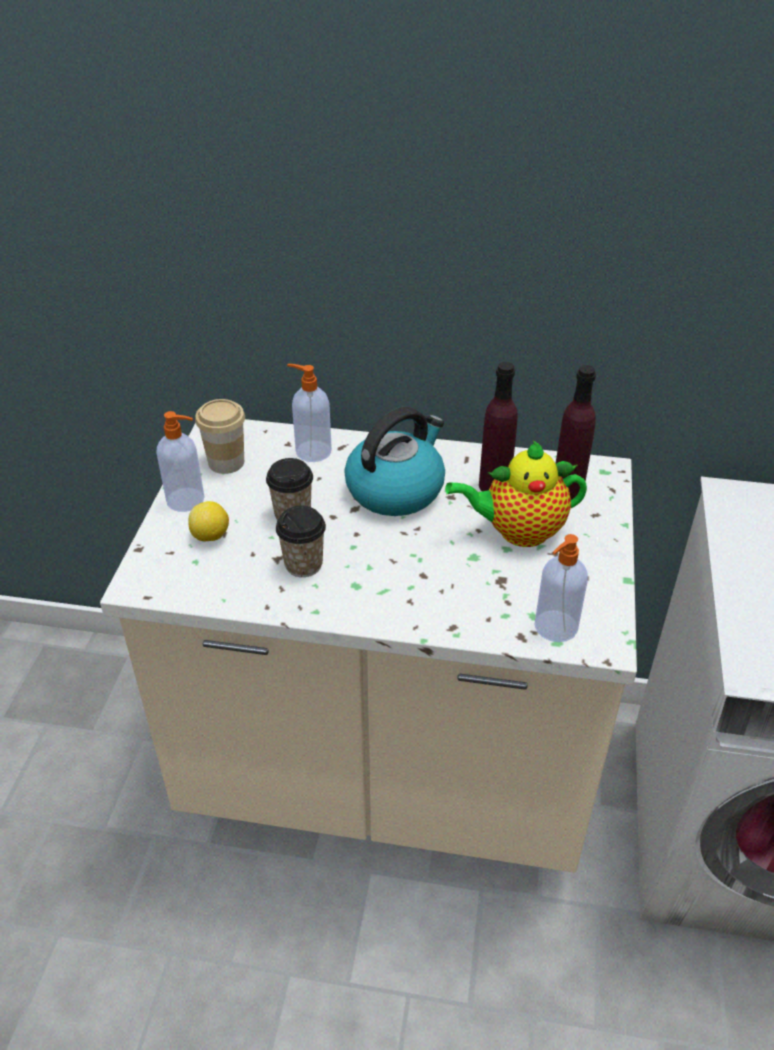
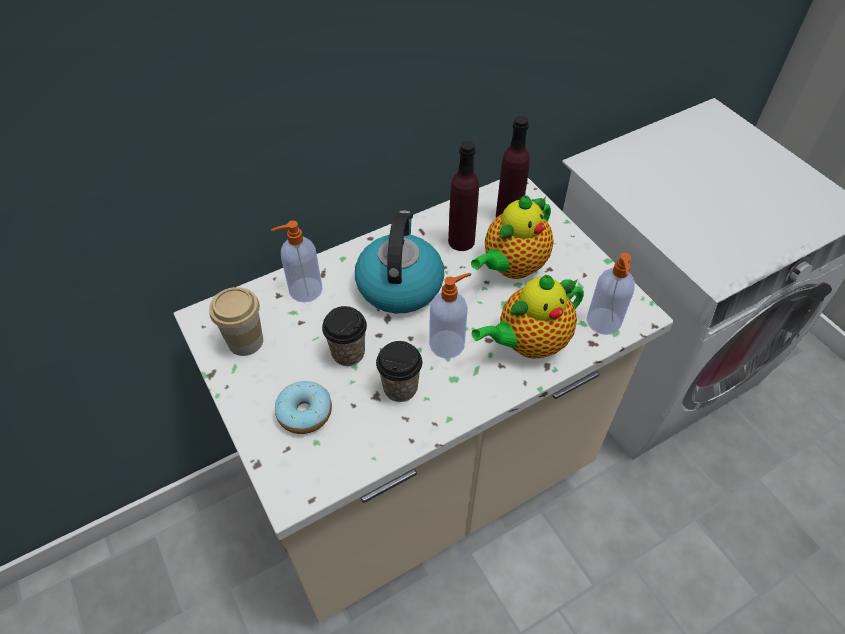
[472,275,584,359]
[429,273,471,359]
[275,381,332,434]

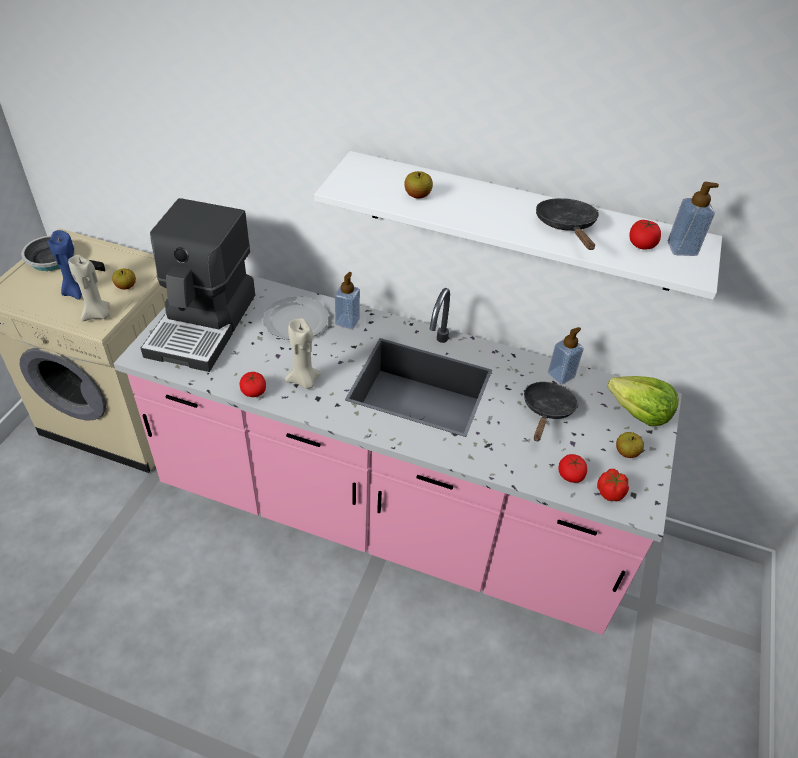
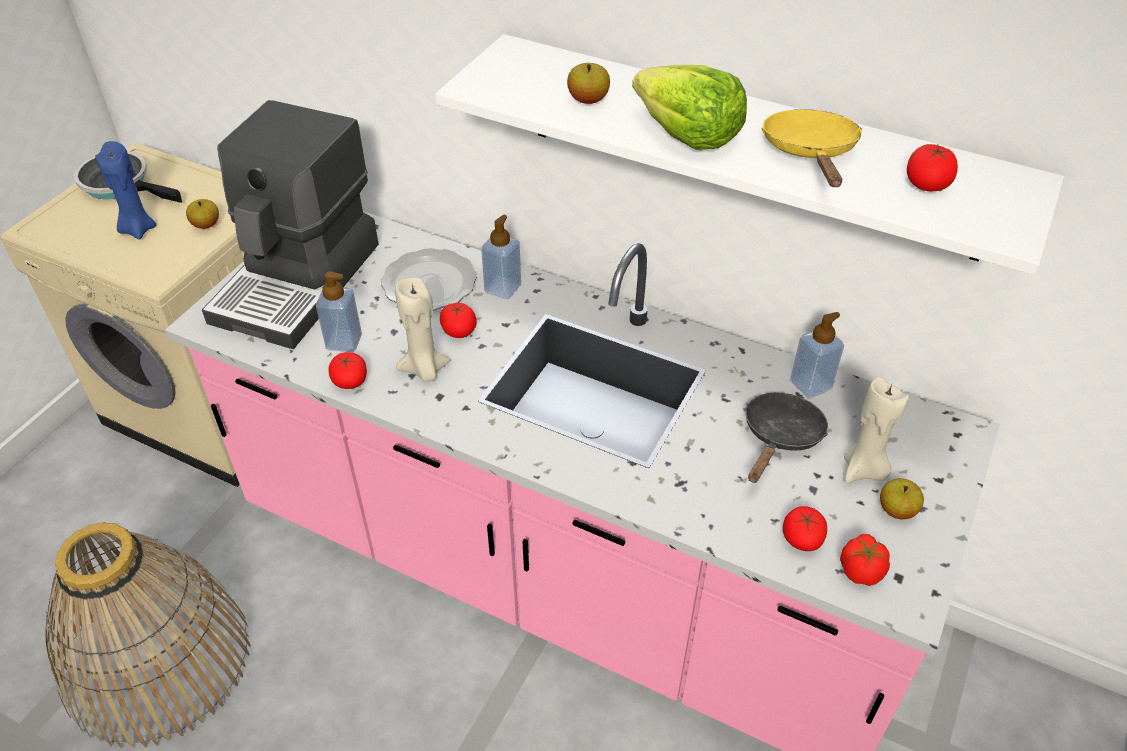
[45,522,251,748]
[440,303,477,338]
[844,377,909,483]
[632,65,747,150]
[316,272,362,352]
[762,109,863,187]

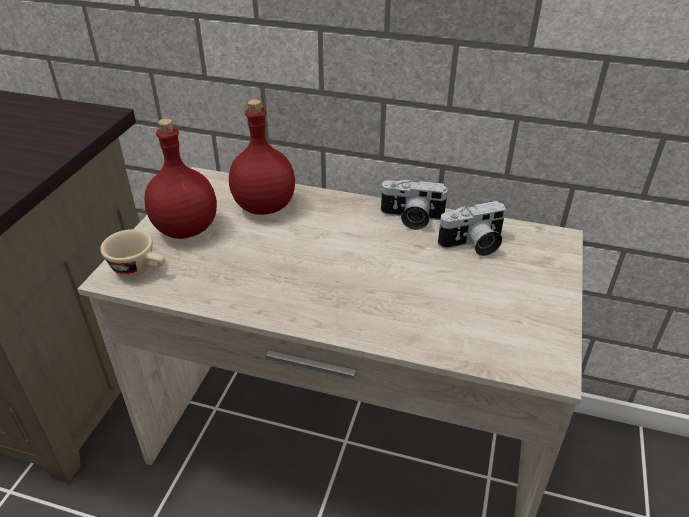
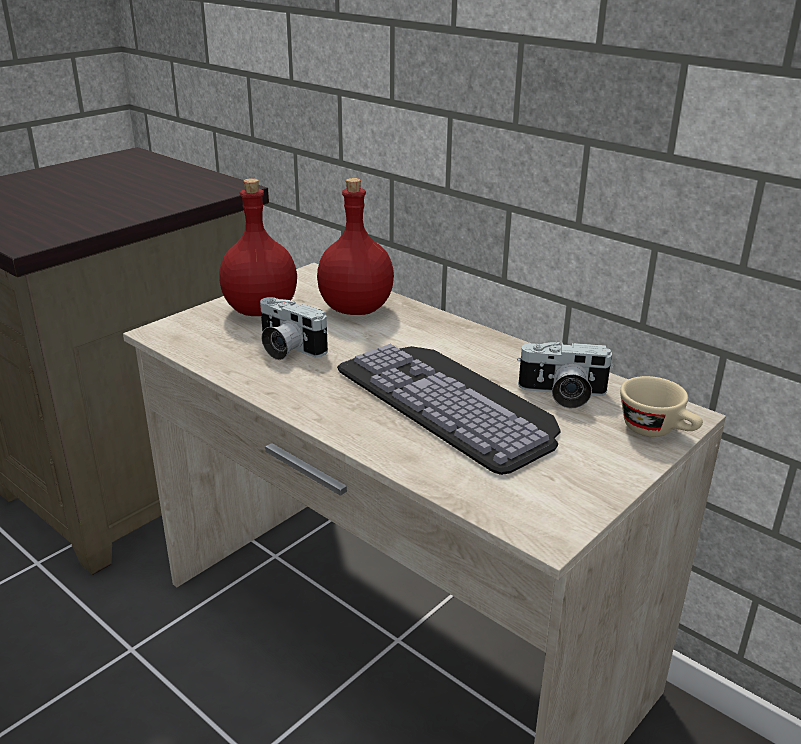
[337,344,561,475]
[620,376,703,437]
[260,297,328,360]

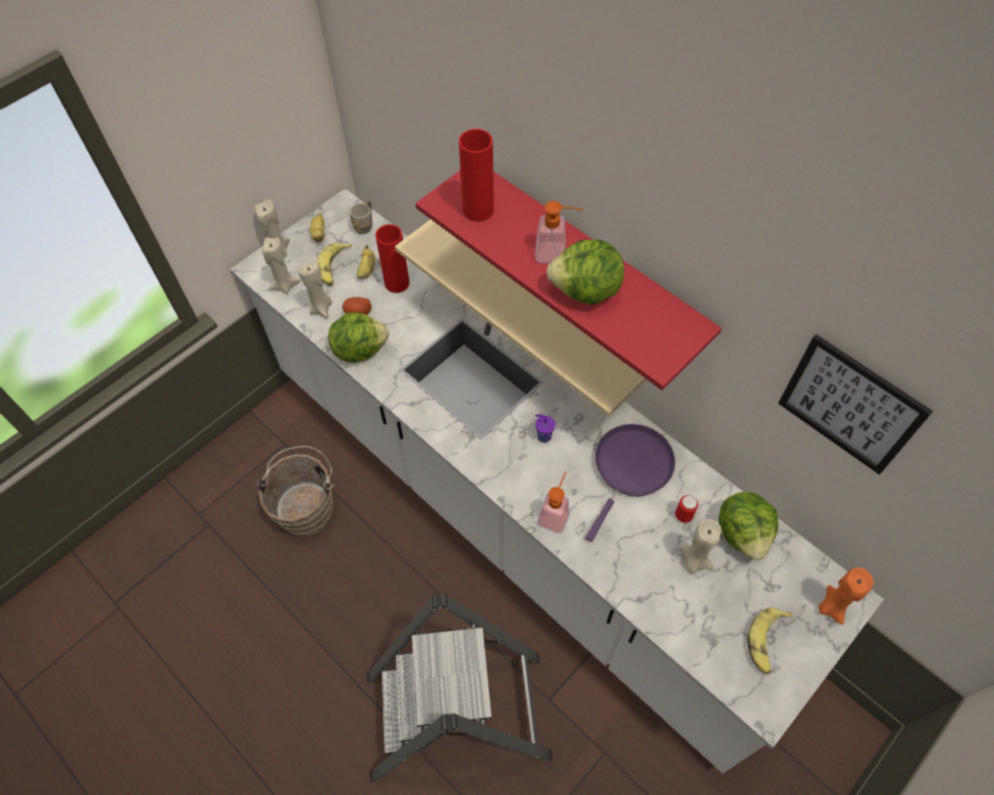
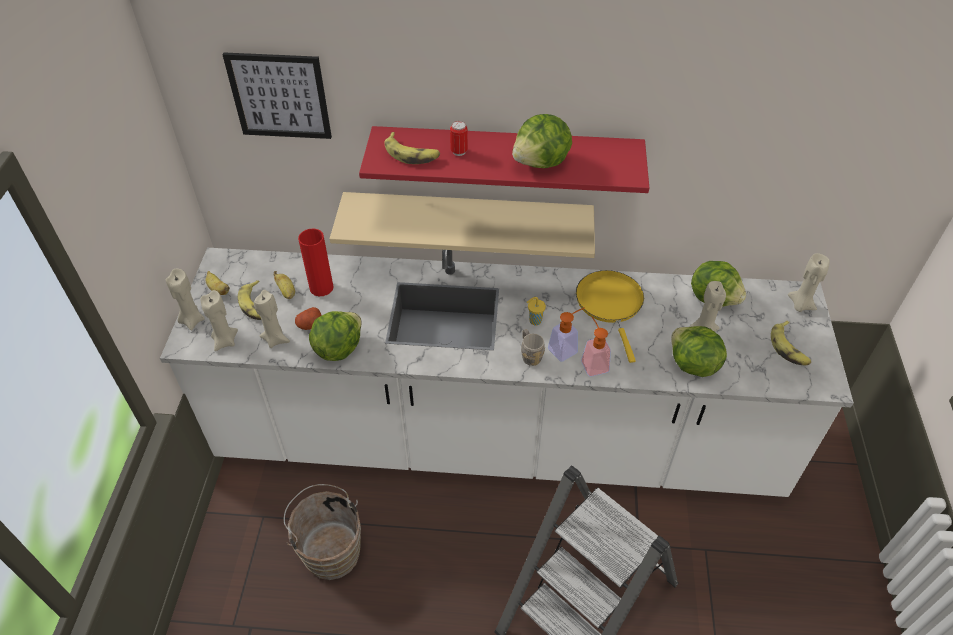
[671,326,727,377]
[521,329,545,366]
[548,307,585,362]
[450,121,468,156]
[222,52,332,139]
[385,132,440,164]
[527,297,546,326]
[576,270,644,363]
[788,253,830,312]

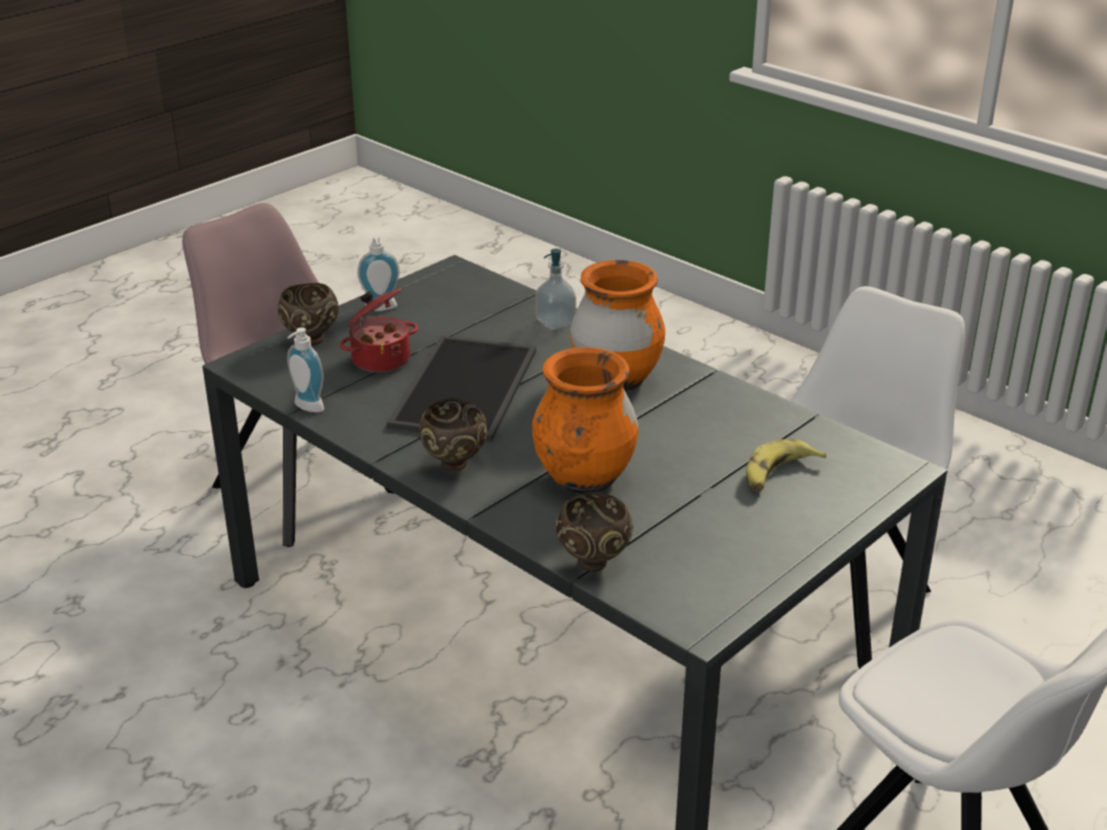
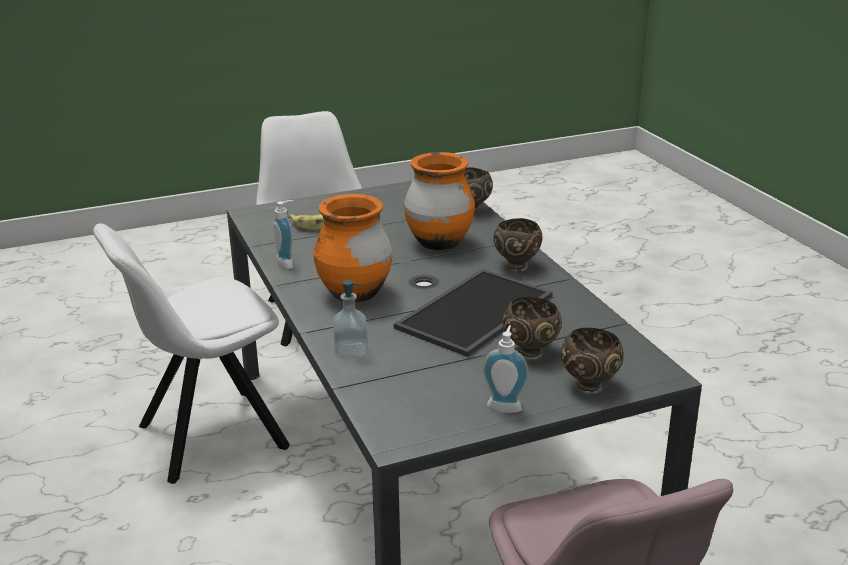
[273,200,294,269]
[503,297,562,358]

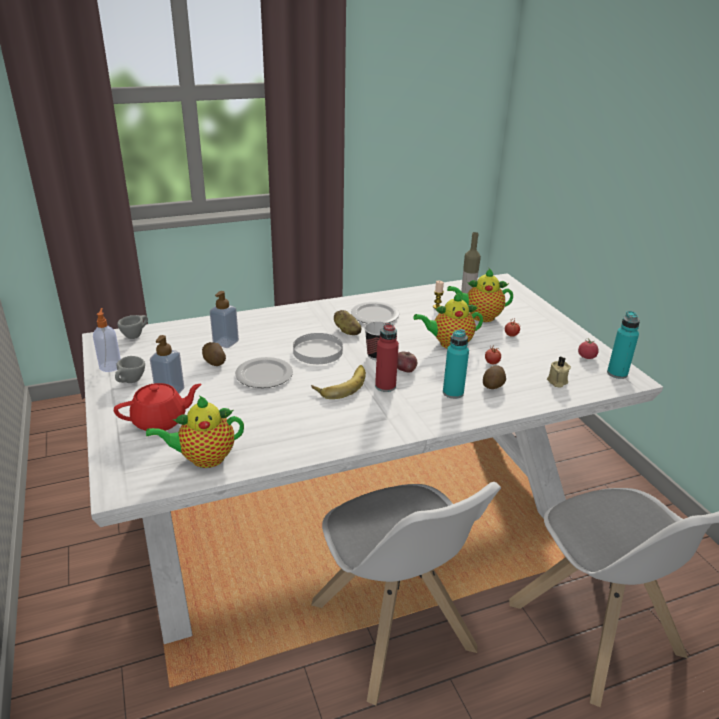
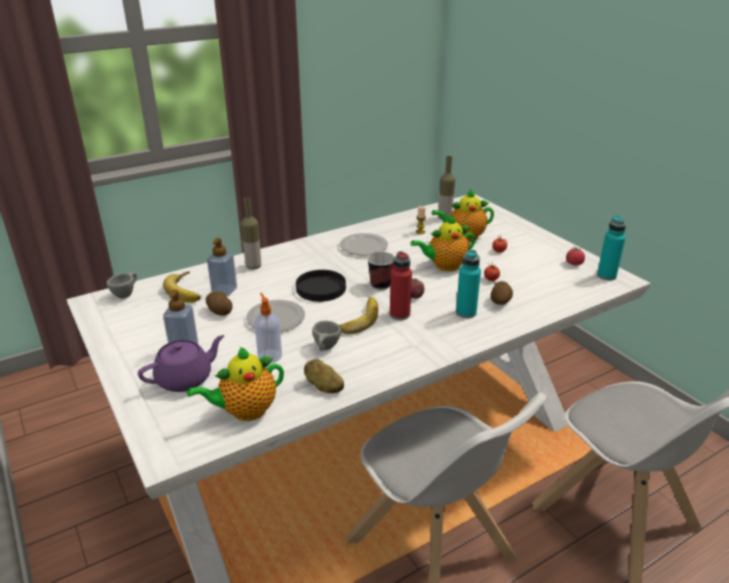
[547,356,571,387] (first image)
[163,271,201,303]
[240,197,261,269]
[255,293,282,363]
[312,320,341,351]
[304,359,344,393]
[138,335,224,392]
[296,270,346,302]

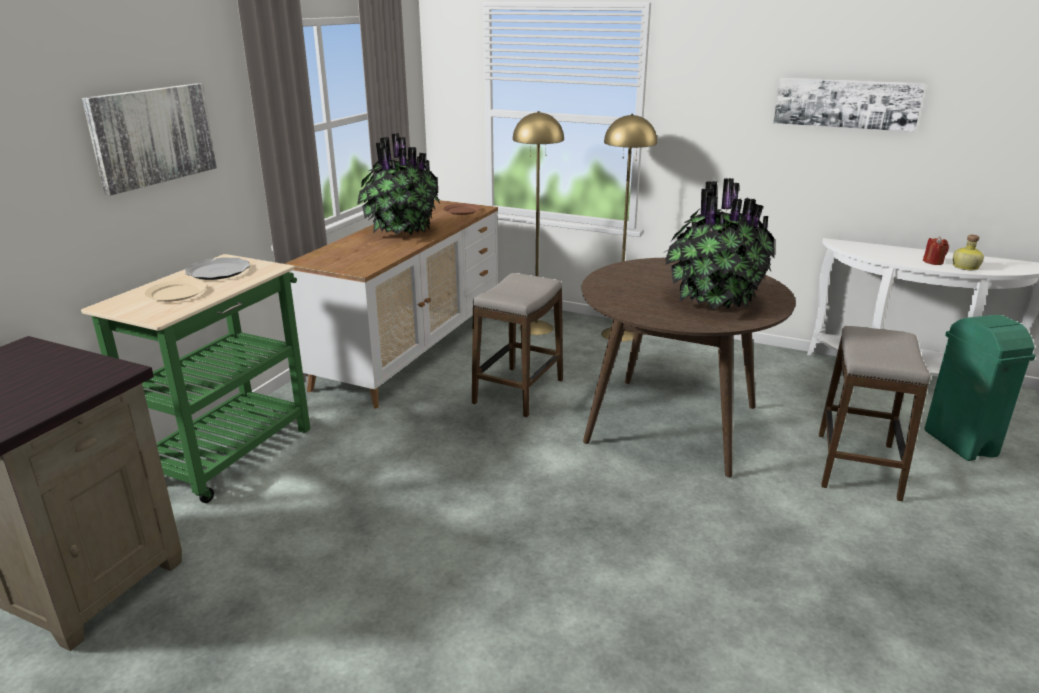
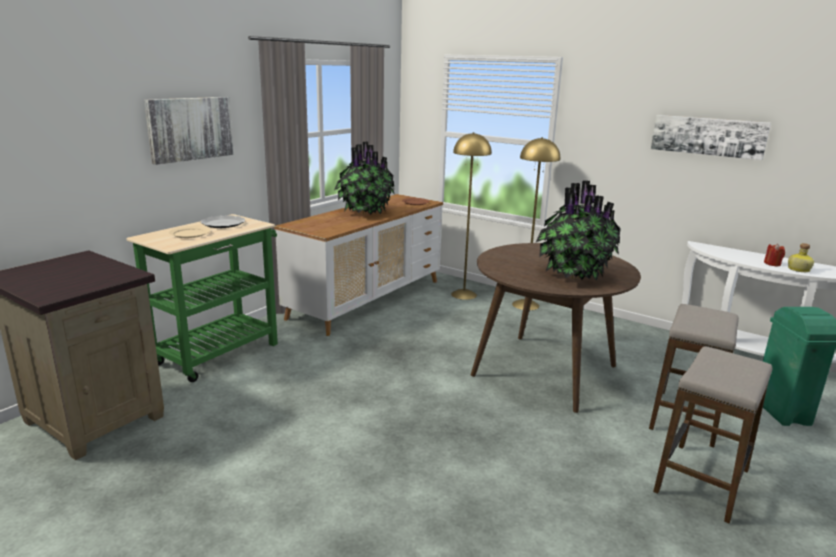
[653,346,773,523]

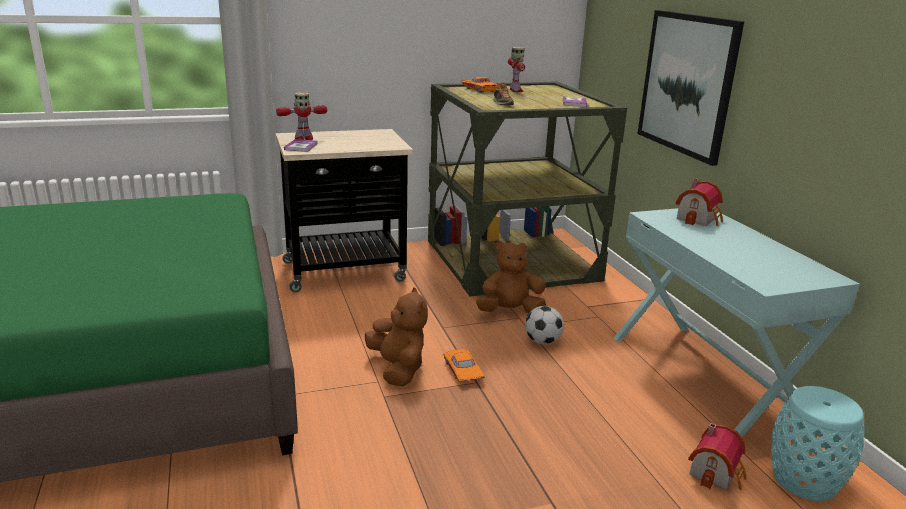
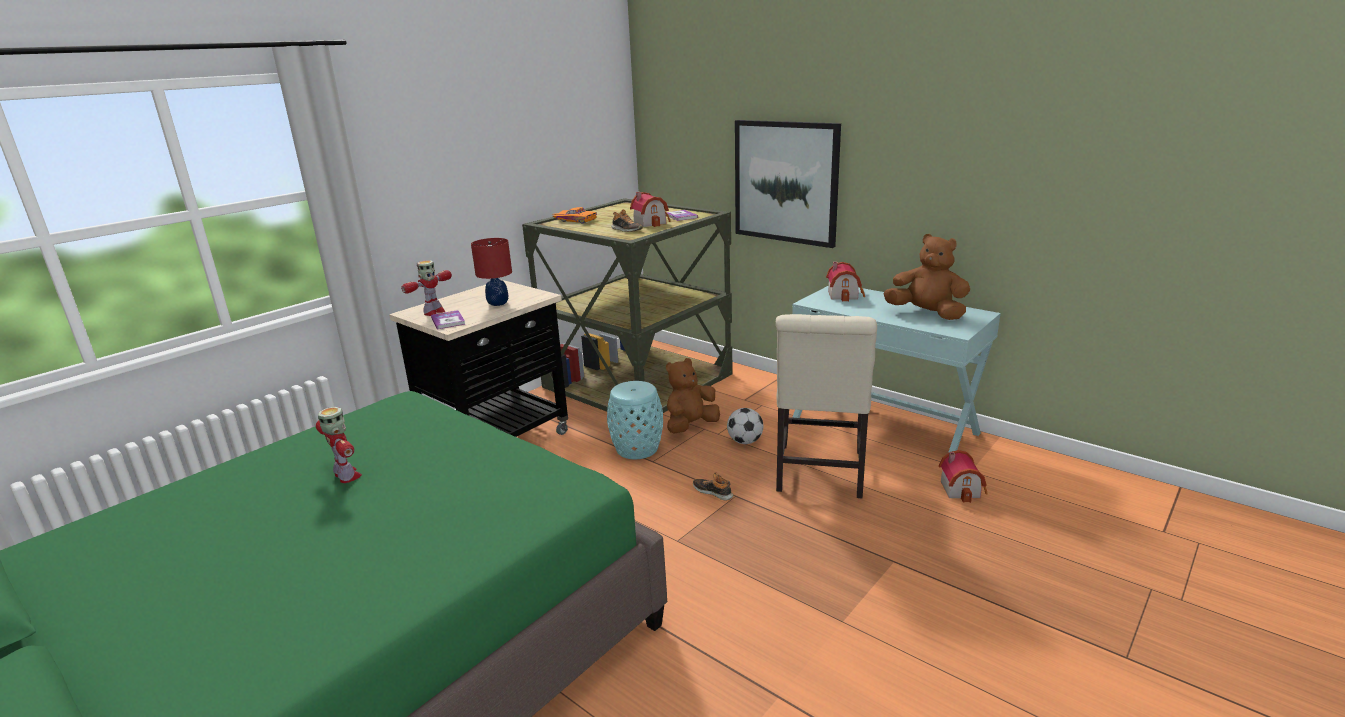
[471,238,512,306]
[630,192,671,227]
[776,314,877,498]
[883,234,970,320]
[316,407,362,483]
[607,381,663,459]
[693,472,733,501]

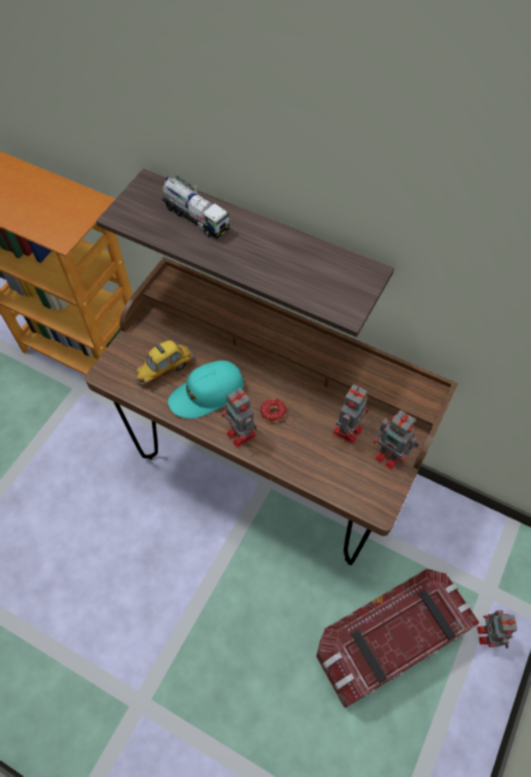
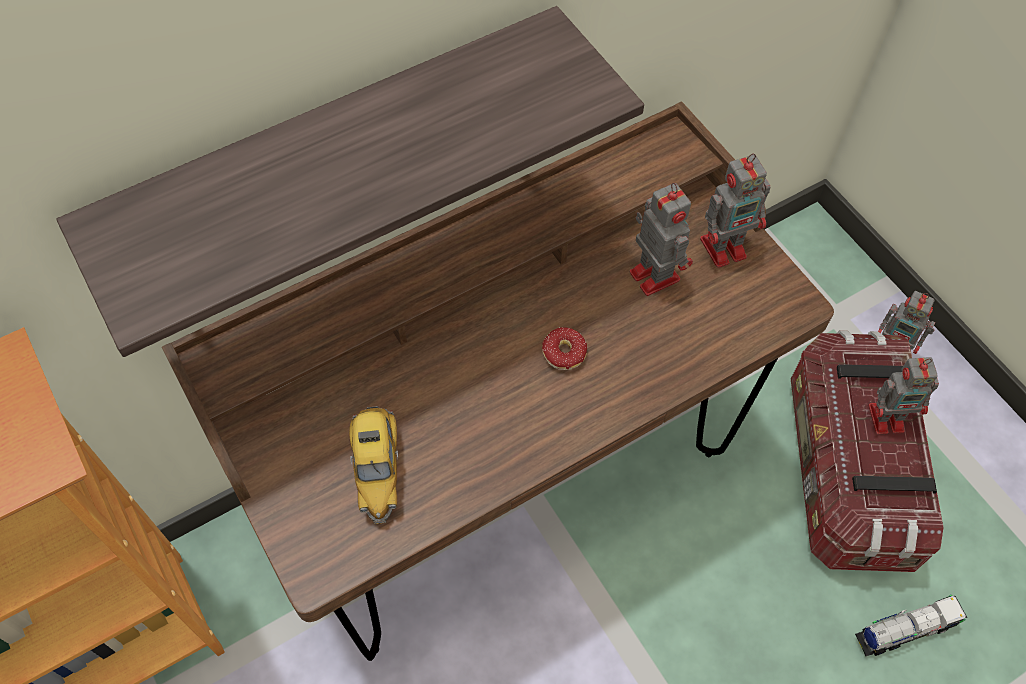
[168,360,244,418] (first image)
[855,594,967,656]
[868,357,939,435]

